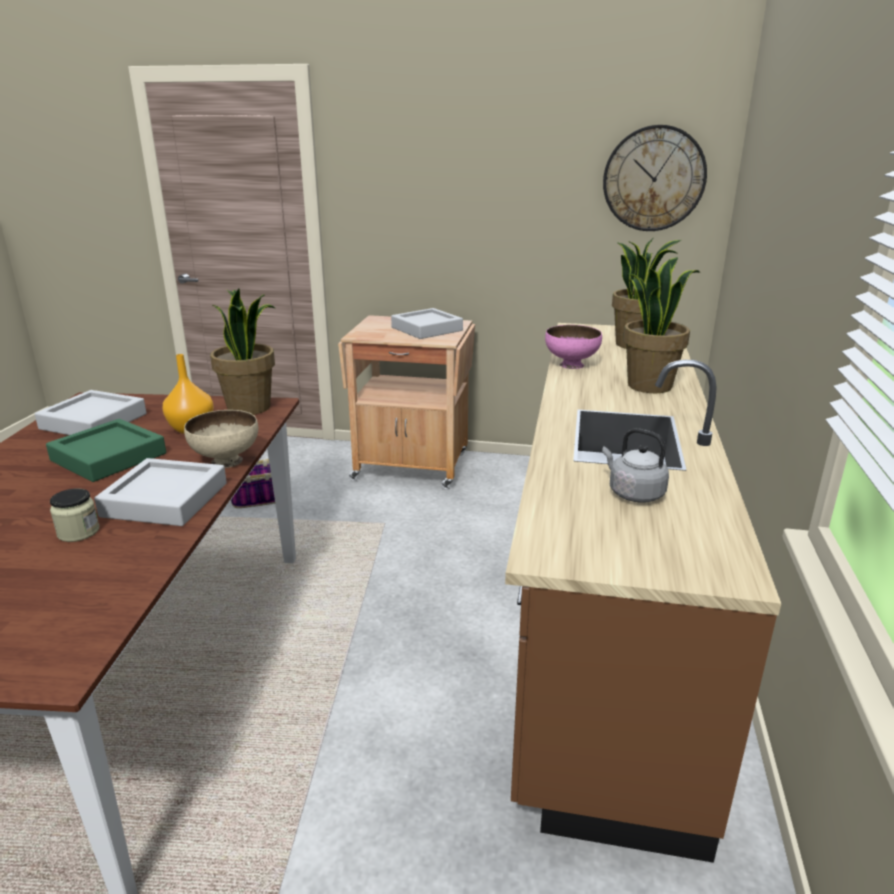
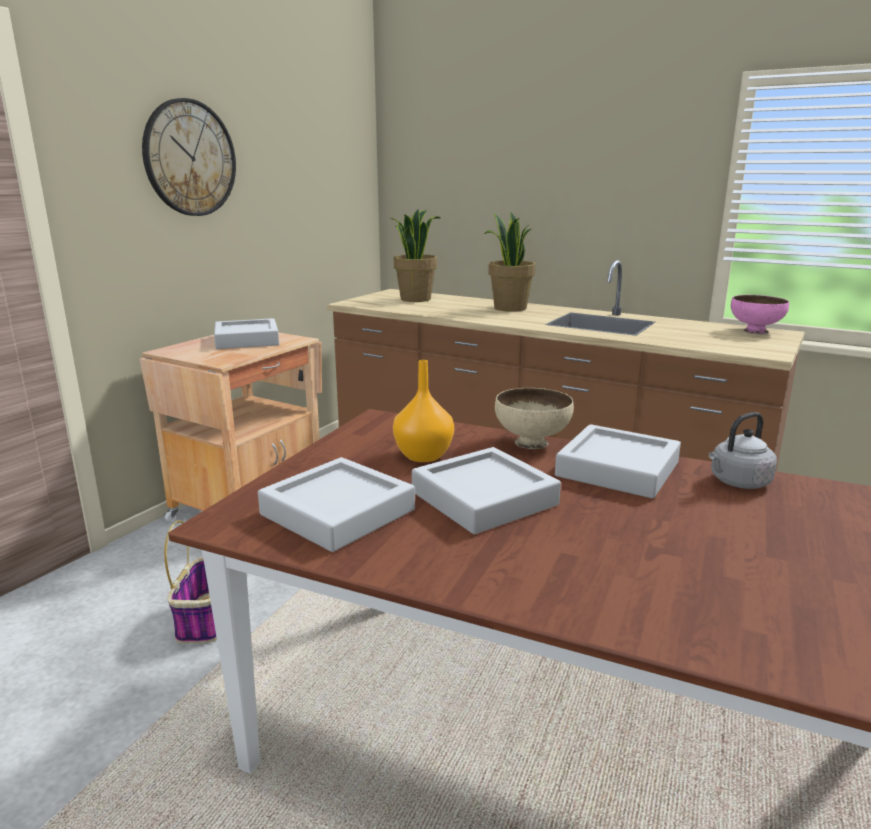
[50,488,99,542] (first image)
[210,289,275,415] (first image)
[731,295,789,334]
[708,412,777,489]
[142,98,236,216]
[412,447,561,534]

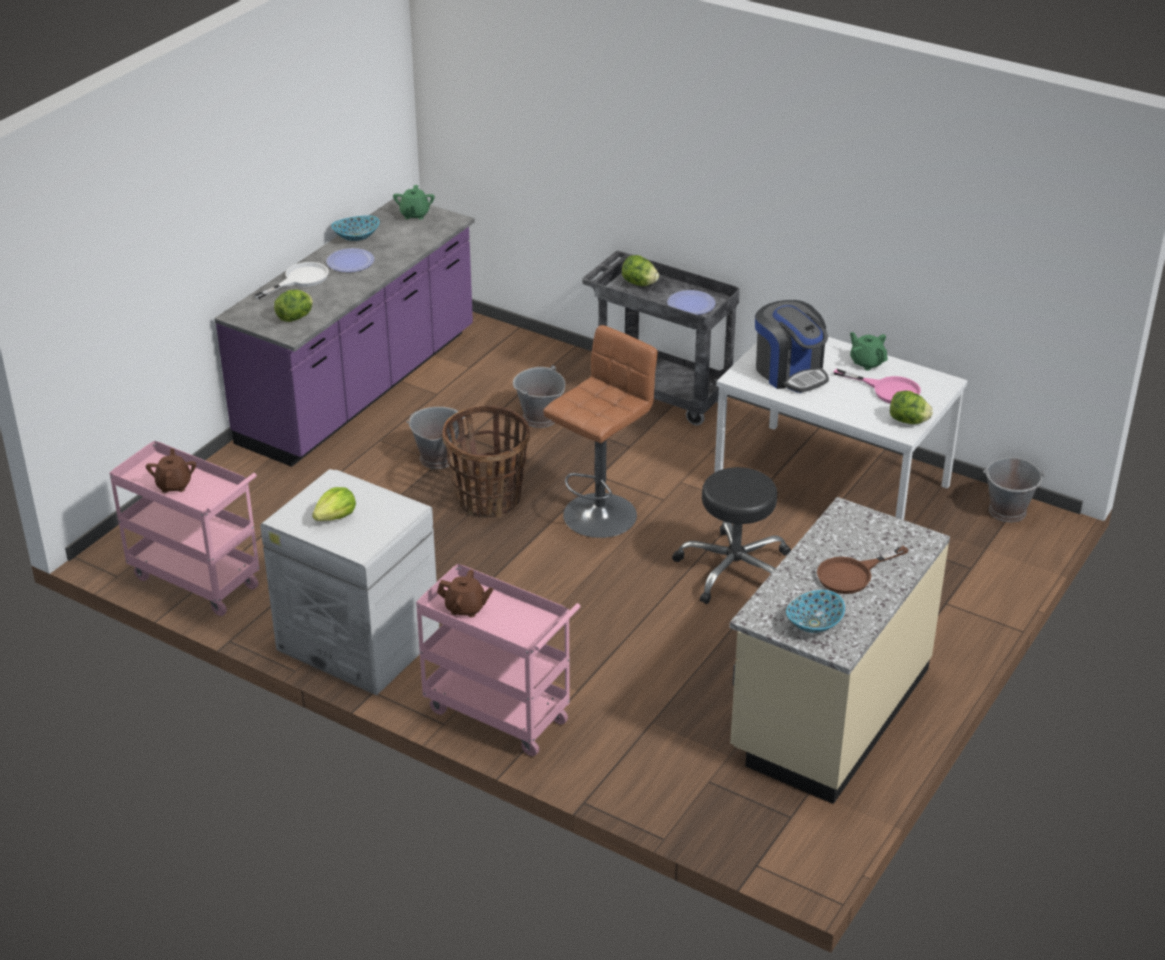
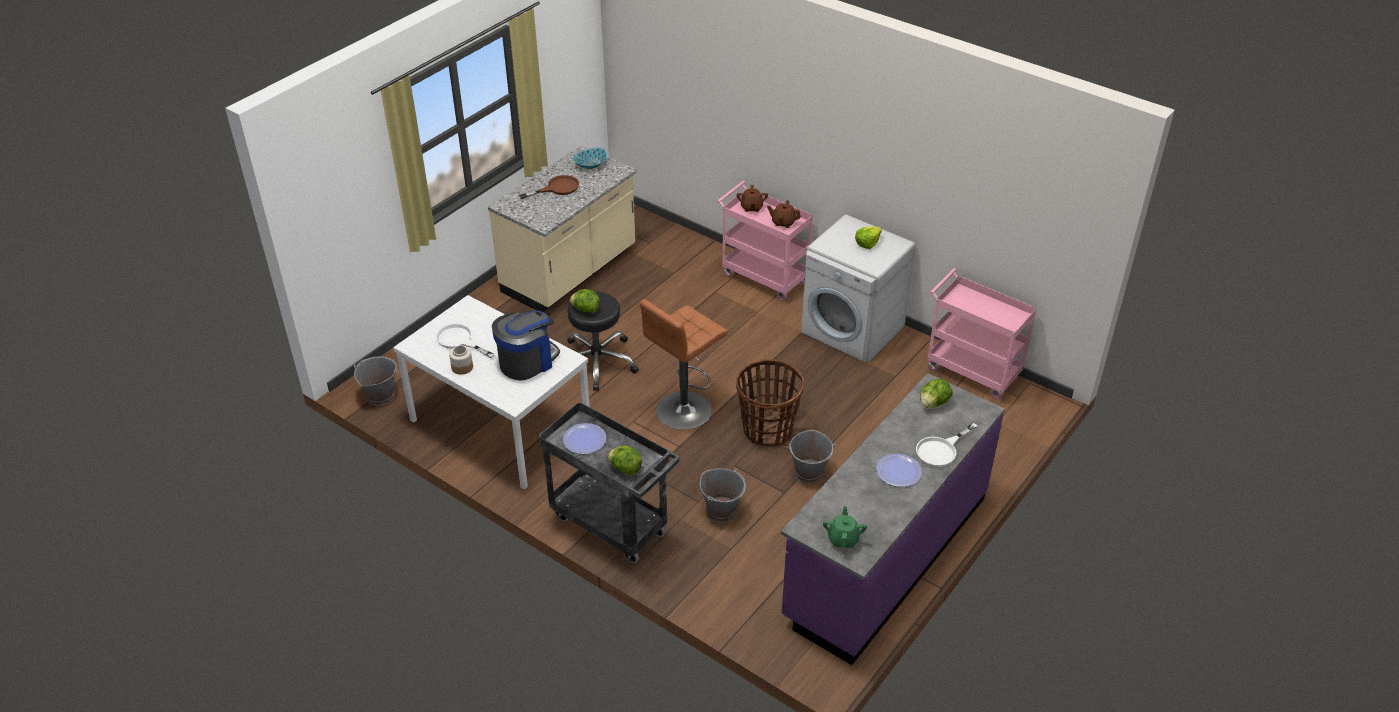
[331,215,379,241] (first image)
[736,185,768,212]
[570,289,600,313]
[449,346,473,375]
[436,324,495,359]
[492,310,560,381]

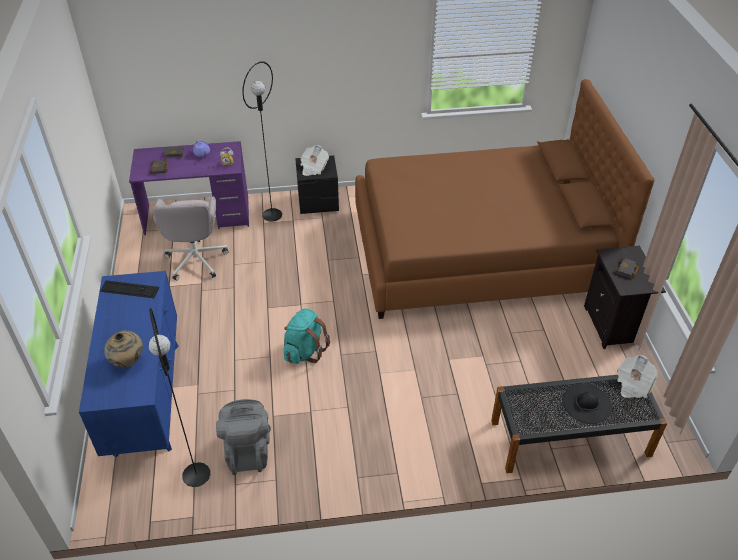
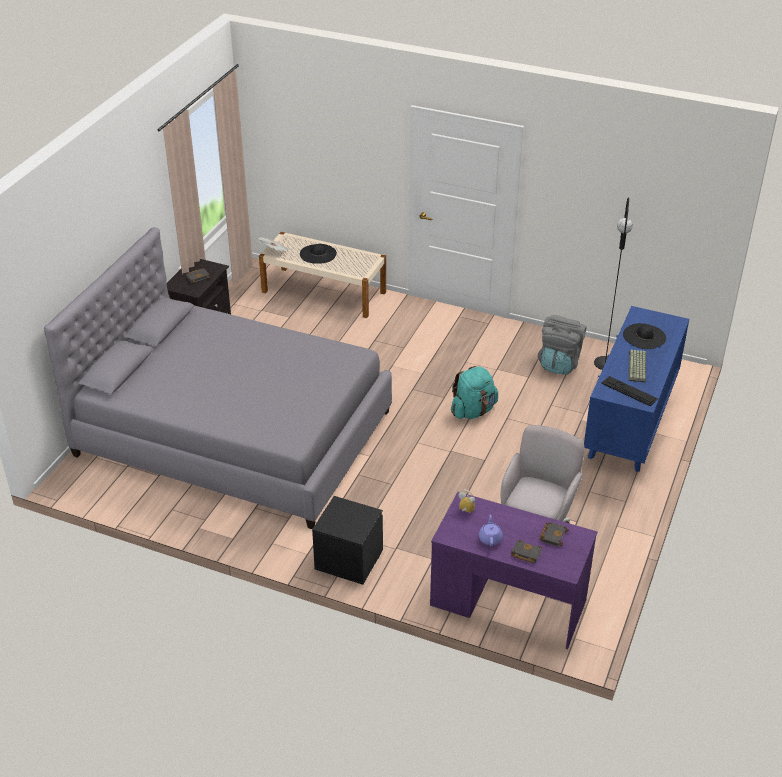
[242,61,282,221] (first image)
[301,145,329,176] (first image)
[628,350,646,382]
[623,323,666,349]
[44,227,392,529]
[259,231,386,318]

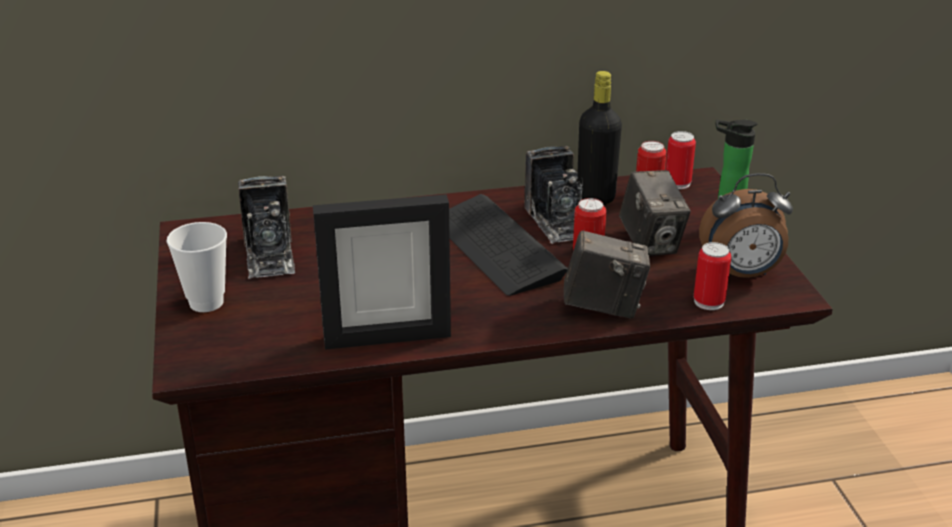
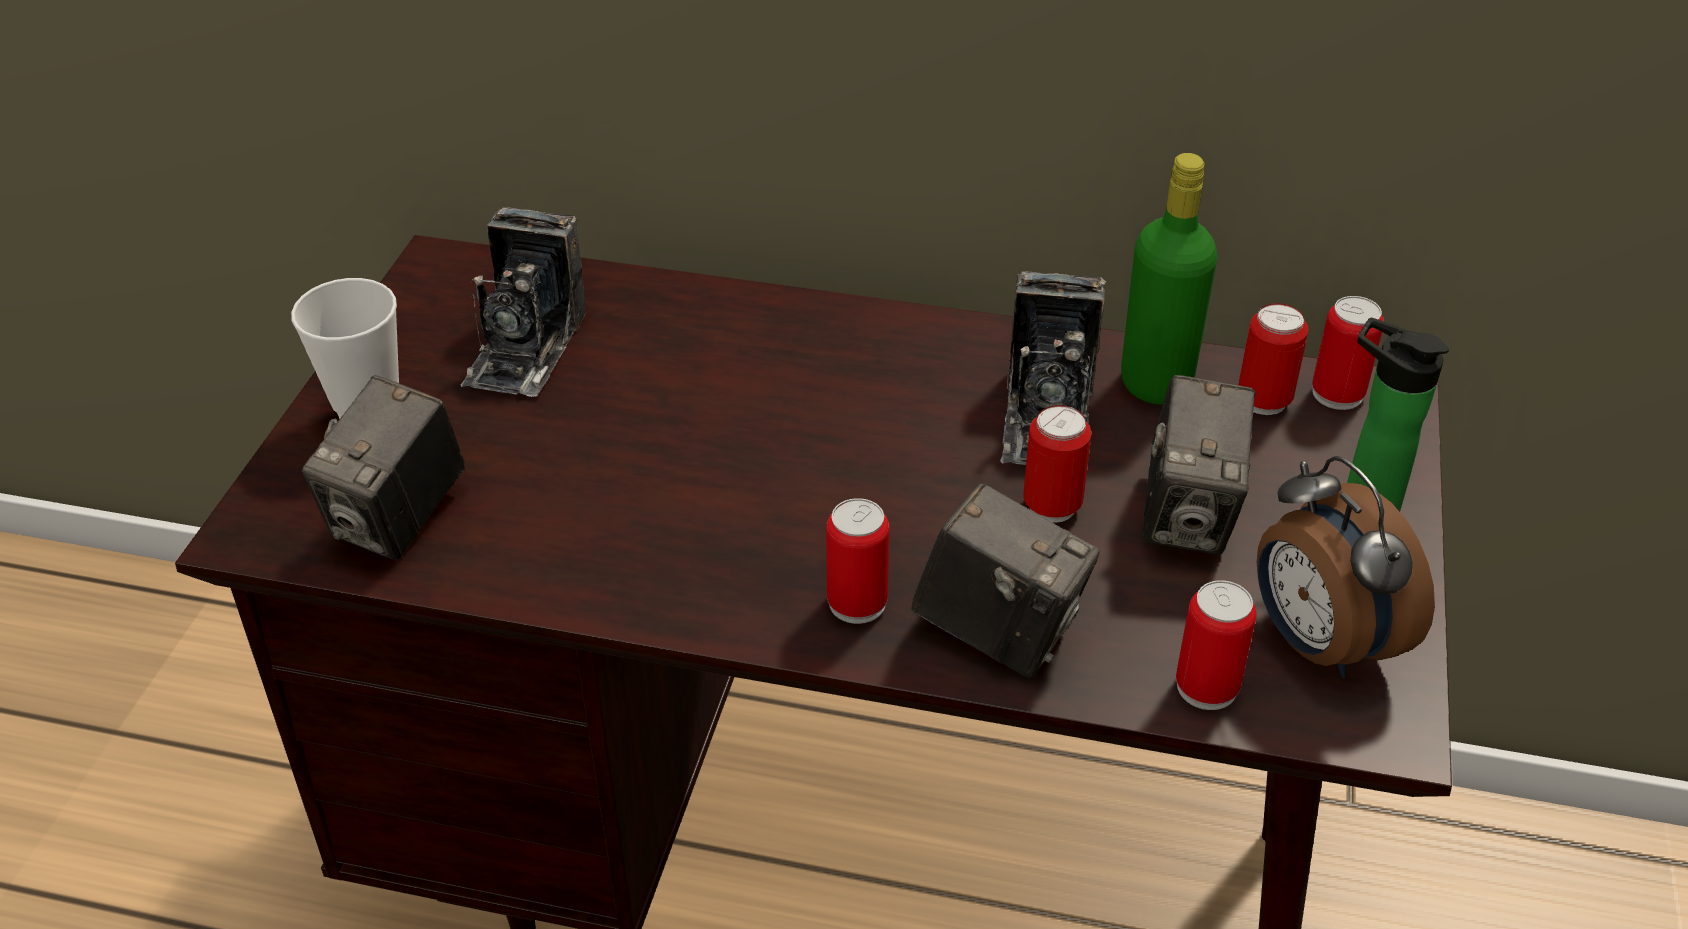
[313,195,451,350] (first image)
[449,194,568,296] (first image)
[302,375,465,560]
[826,498,889,624]
[1121,153,1217,405]
[1257,456,1435,678]

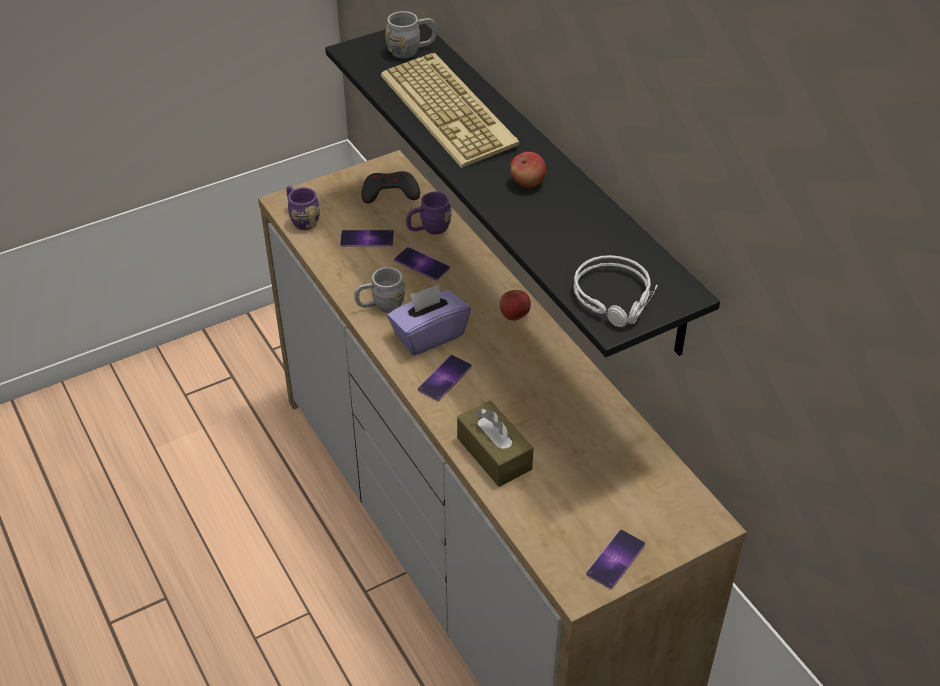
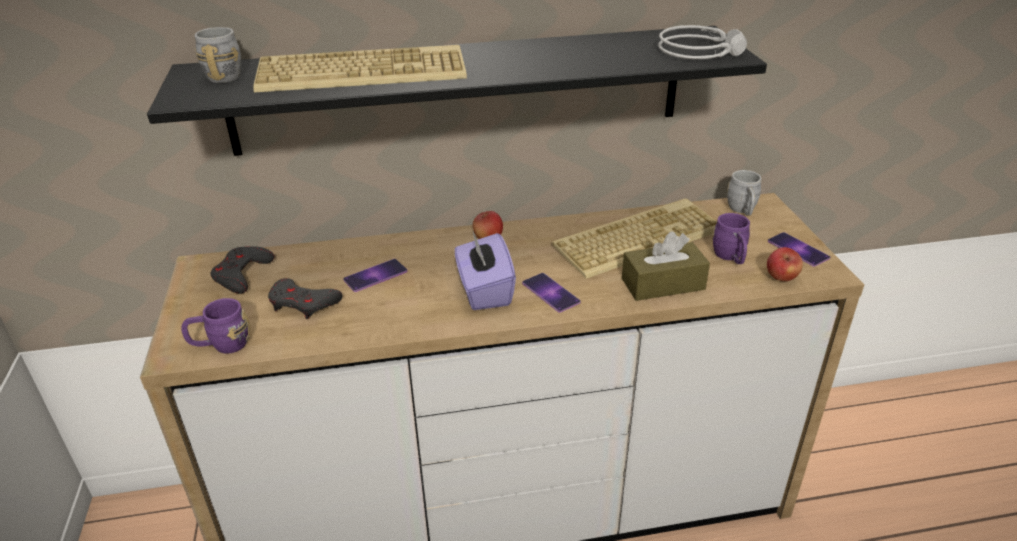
[552,198,717,279]
[727,170,762,216]
[712,213,750,264]
[767,247,803,281]
[268,278,342,319]

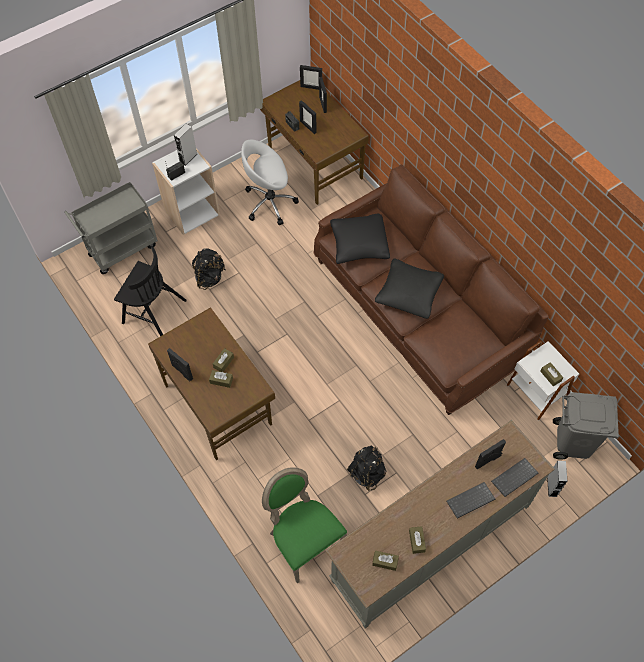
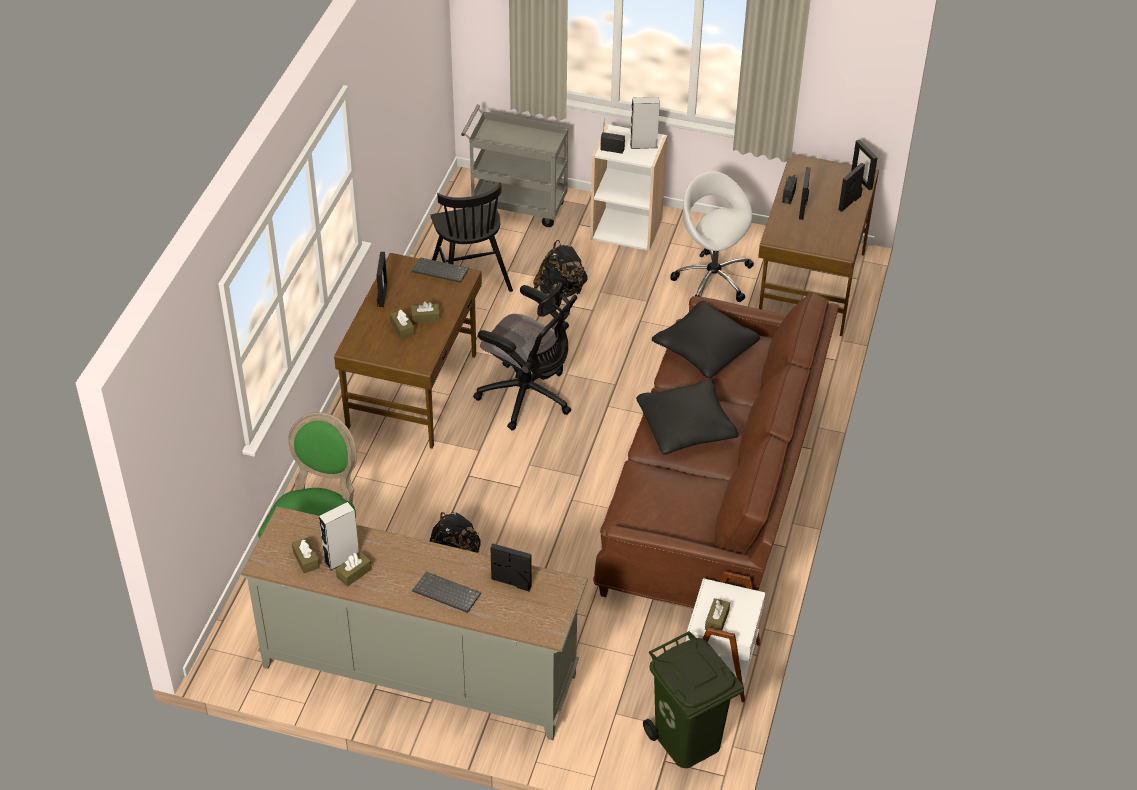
[473,282,577,431]
[412,257,469,283]
[319,502,359,570]
[643,631,744,768]

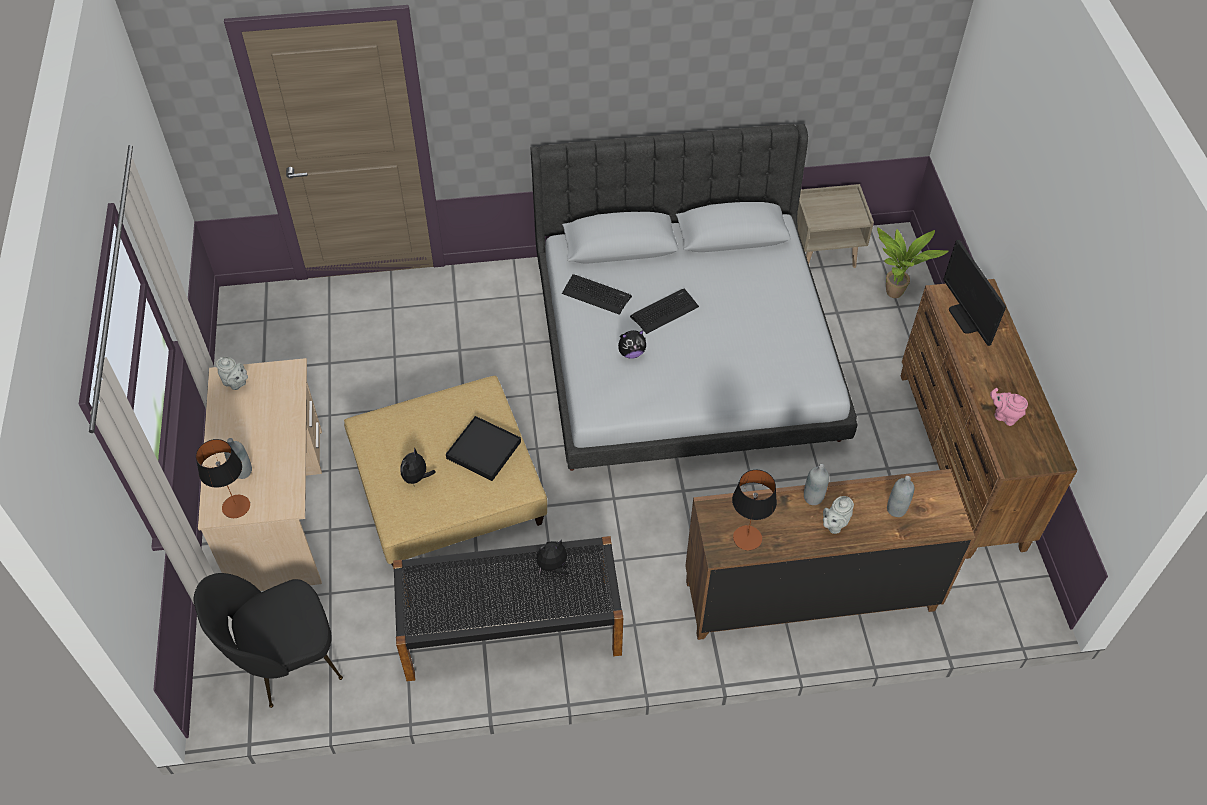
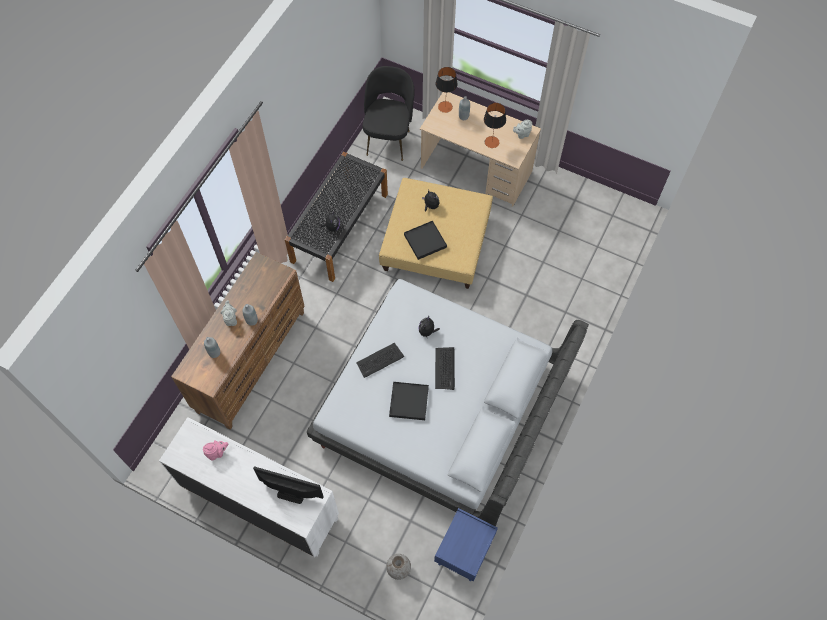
[389,382,429,420]
[356,343,405,378]
[484,103,506,148]
[386,554,411,580]
[434,508,498,582]
[159,417,339,557]

